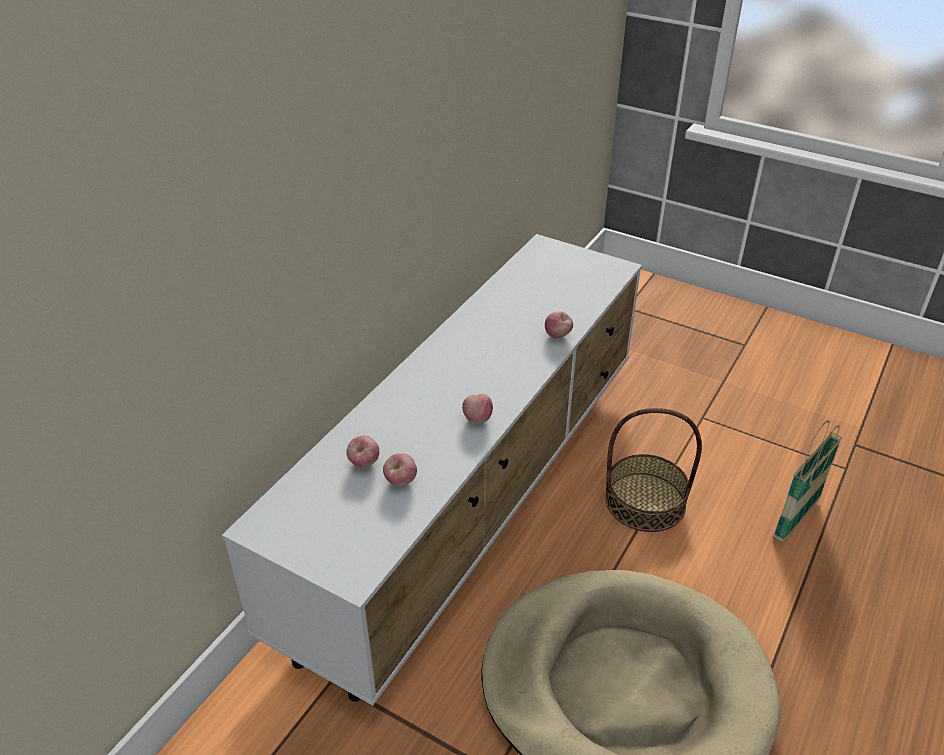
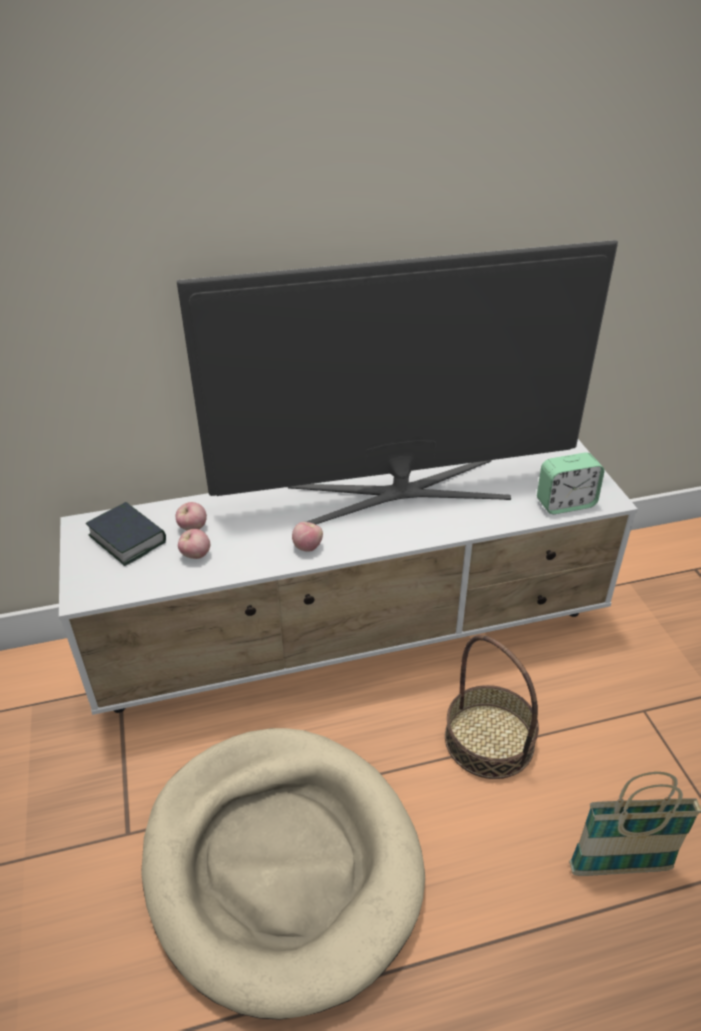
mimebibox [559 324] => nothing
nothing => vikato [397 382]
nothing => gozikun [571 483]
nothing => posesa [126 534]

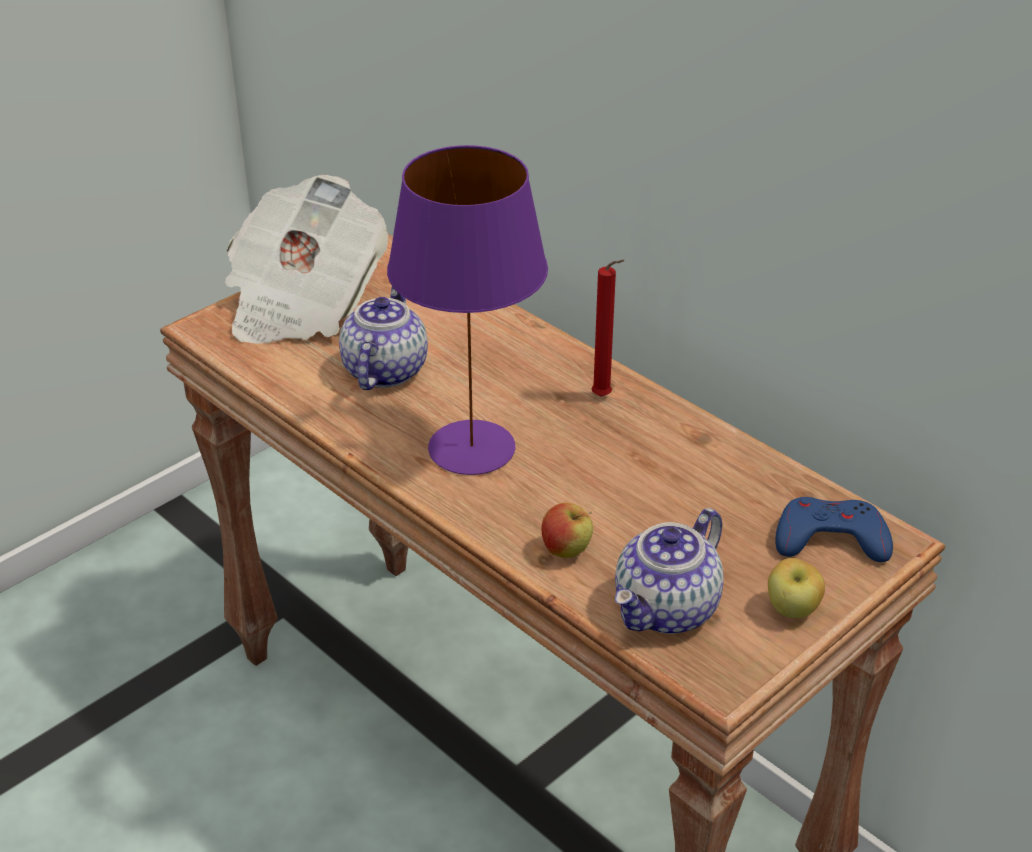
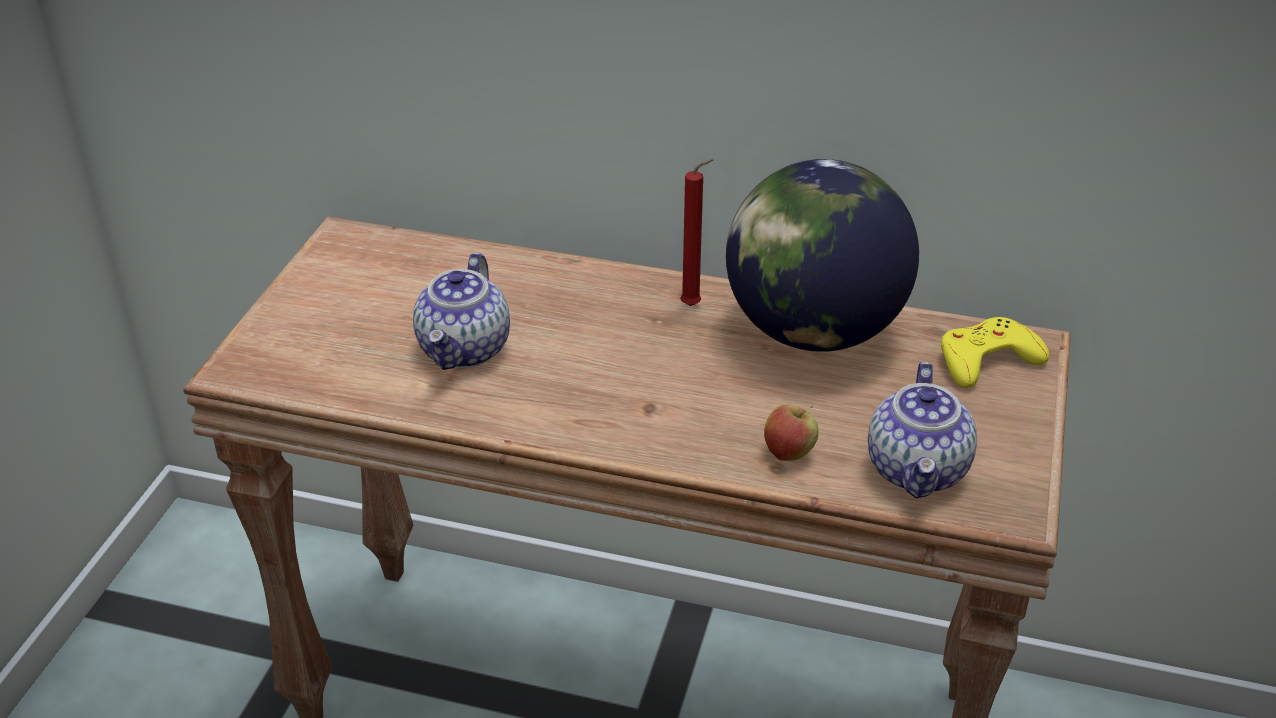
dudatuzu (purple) [467 310] => nothing
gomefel [306 259] => nothing
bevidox [383 338] => bevidox [461 311], 150 degrees counterclockwise
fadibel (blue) [834 529] => fadibel (yellow) [995 352]
mimebibox [796 588] => nothing
nothing => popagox [822 255]

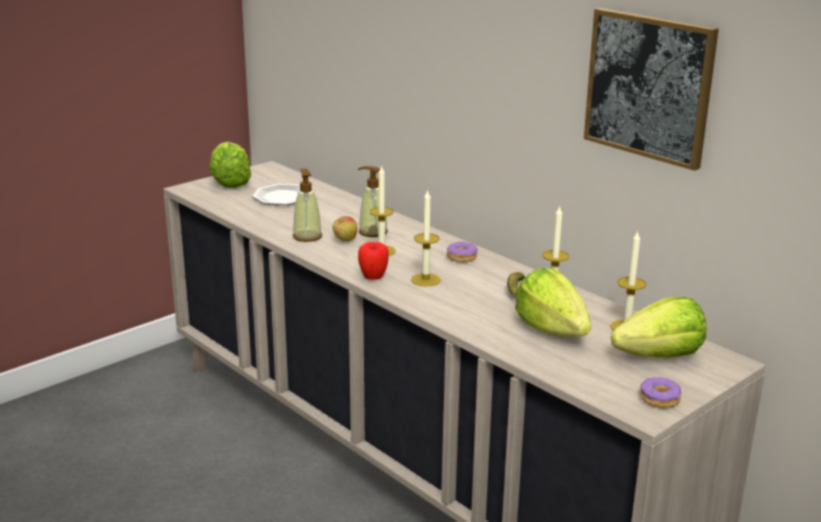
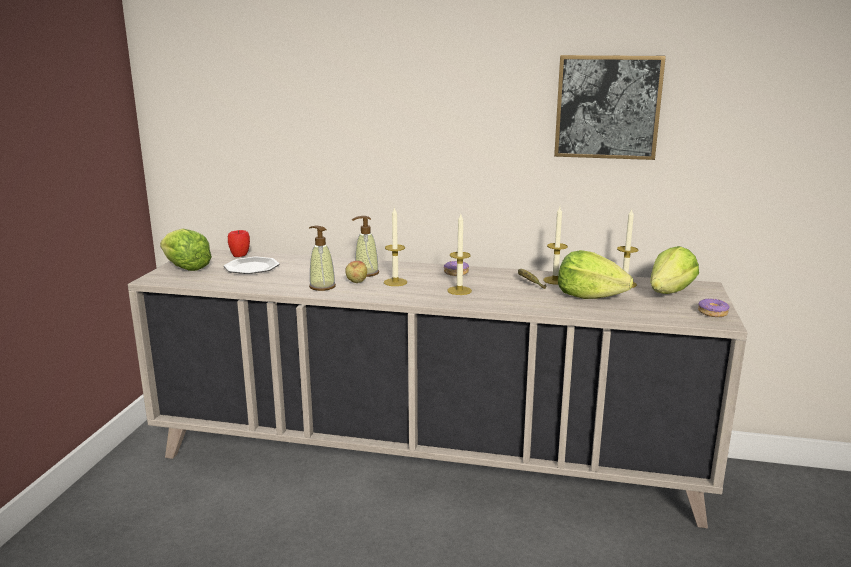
mimebibox [373 261] => mimebibox [239 243], moved

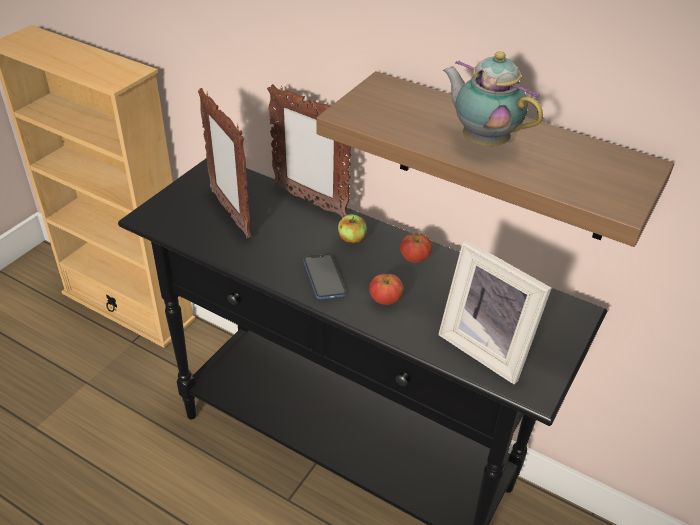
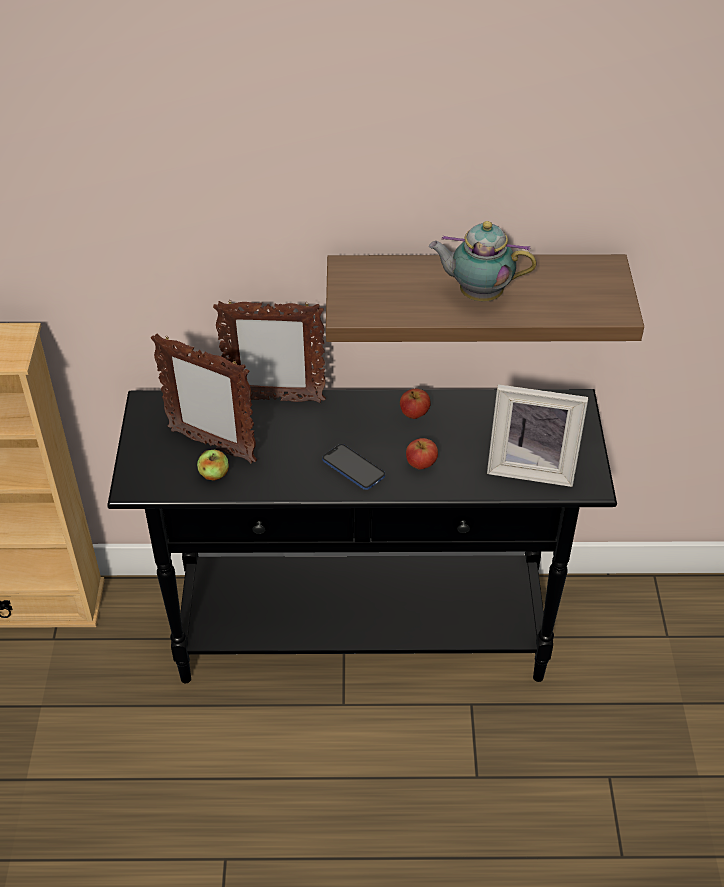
mimebibox [352 228] => mimebibox [213 465], moved

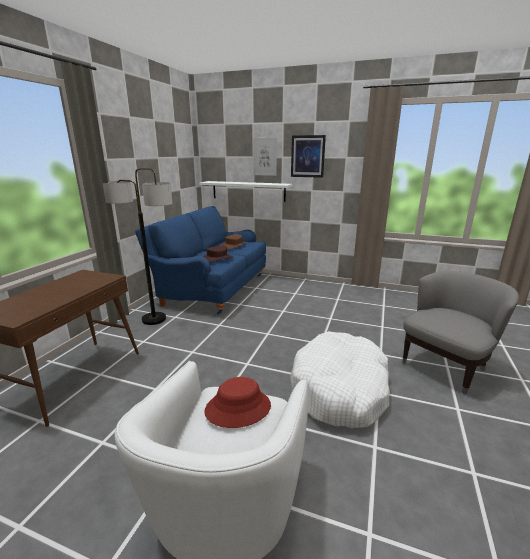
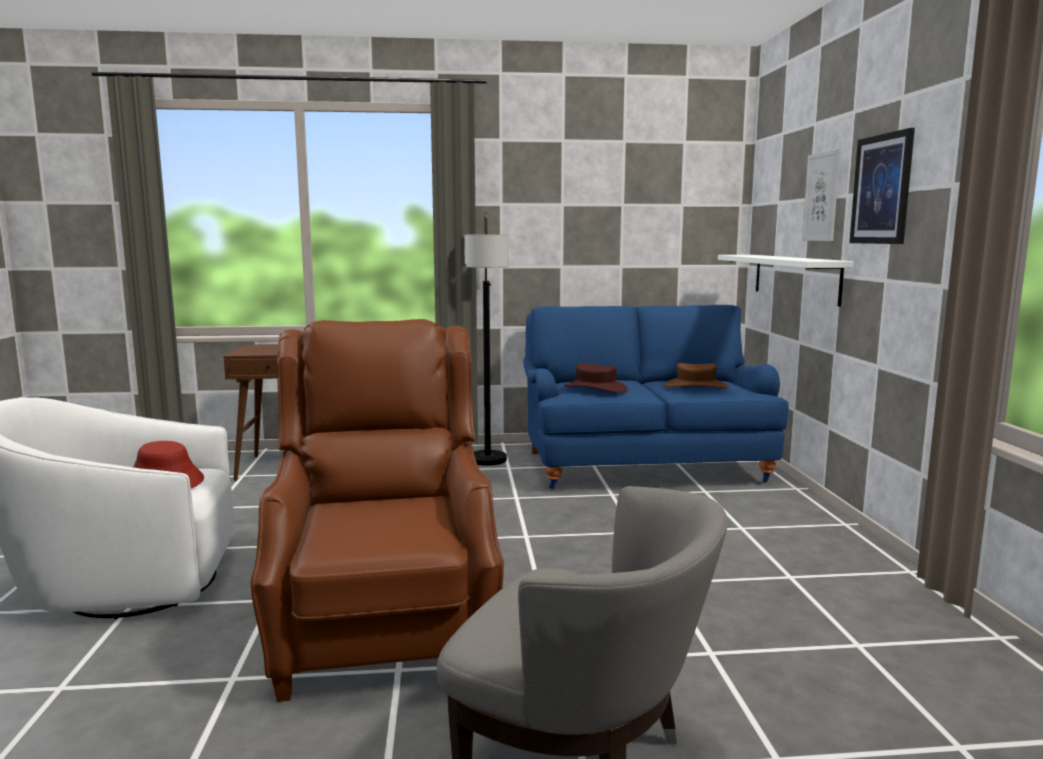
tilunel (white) [340 379] => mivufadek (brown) [377 510]

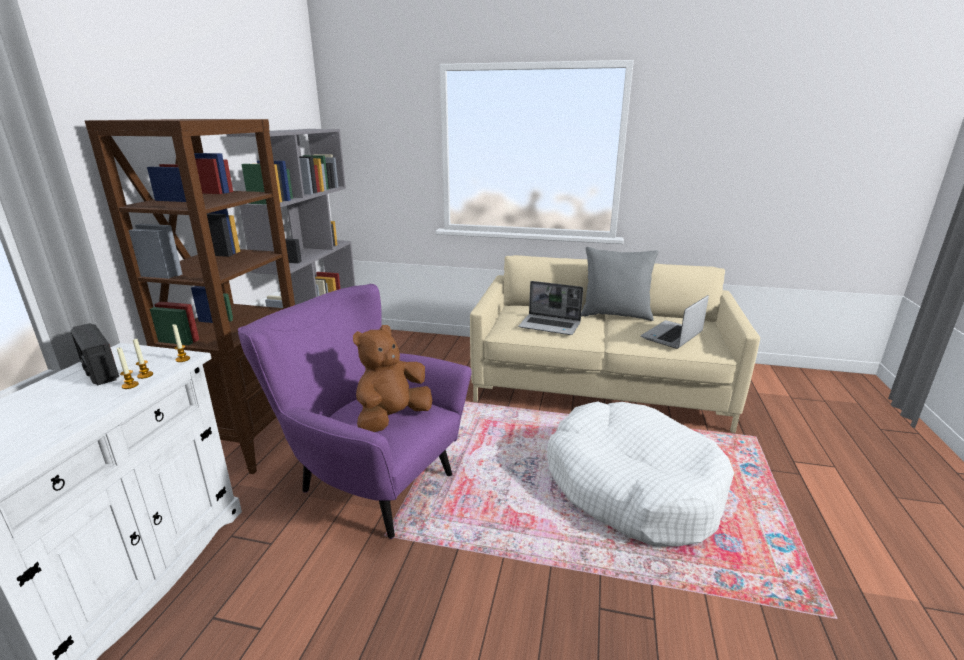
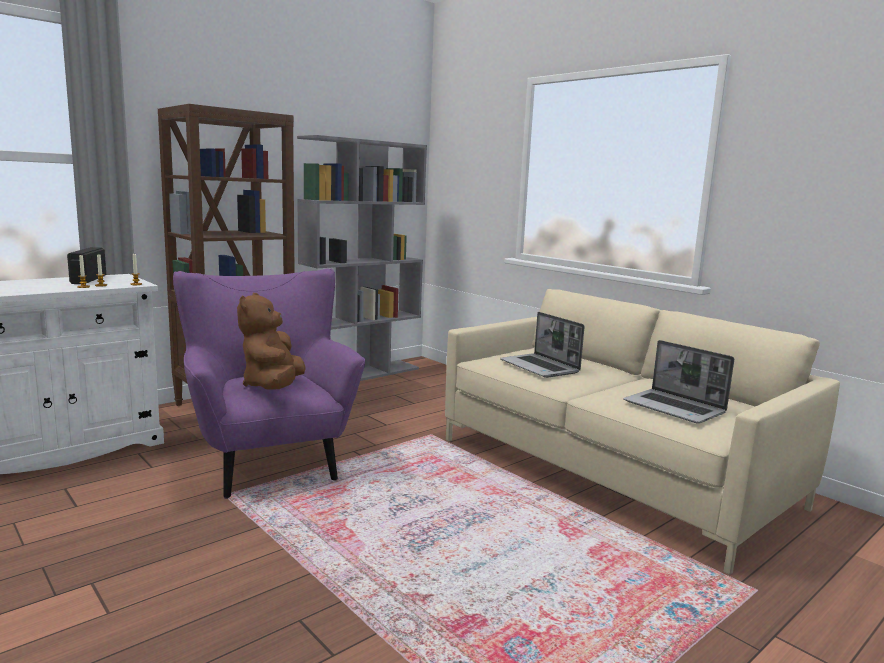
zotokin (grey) [620 284] => nothing
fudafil [675 322] => fudafil [678 382], 120 degrees counterclockwise
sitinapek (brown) [392 378] => sitinapek (brown) [271 341], 75 degrees counterclockwise
tilunel (white) [640 474] => nothing

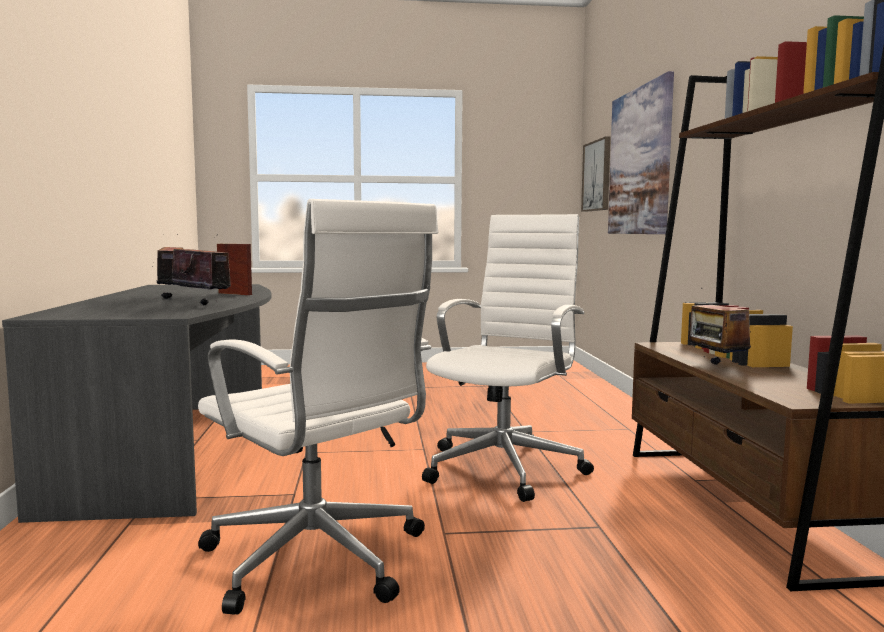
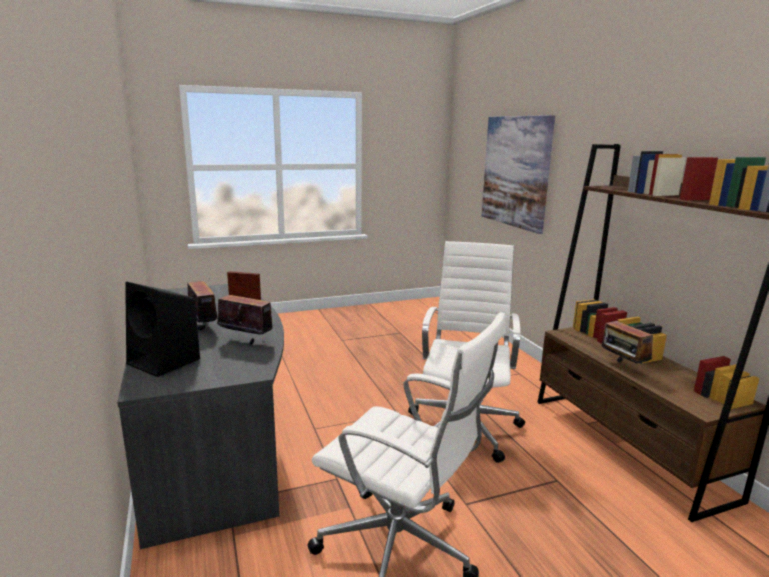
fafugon [596 174] => nothing
nothing => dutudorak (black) [162 329]

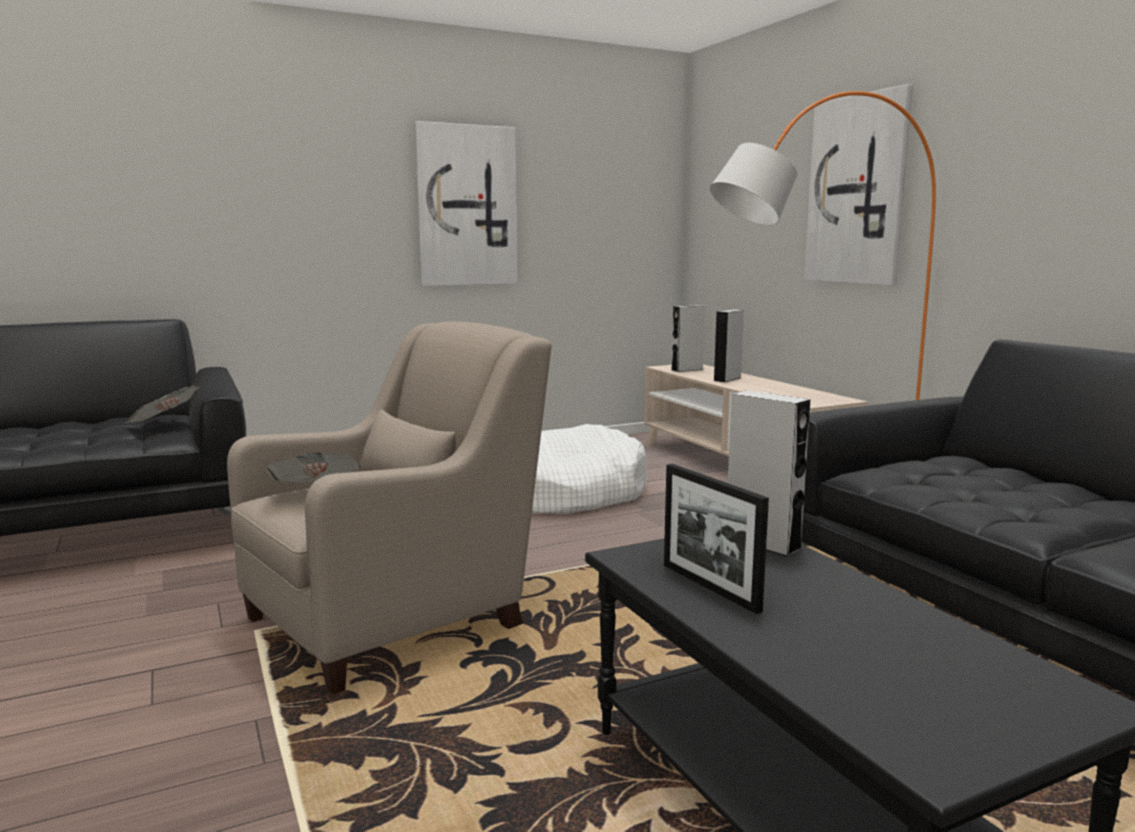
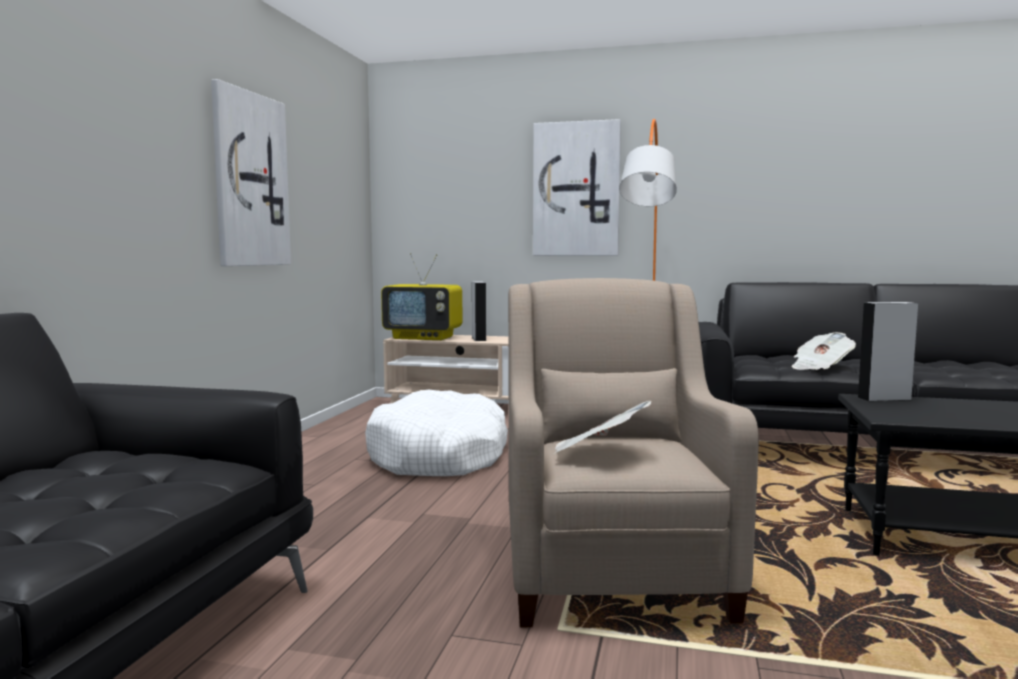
dutudorak (grey) [688 338] => vikato [421 296]
gomefel [162 404] => gomefel [824 351], moved
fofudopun [716 539] => nothing

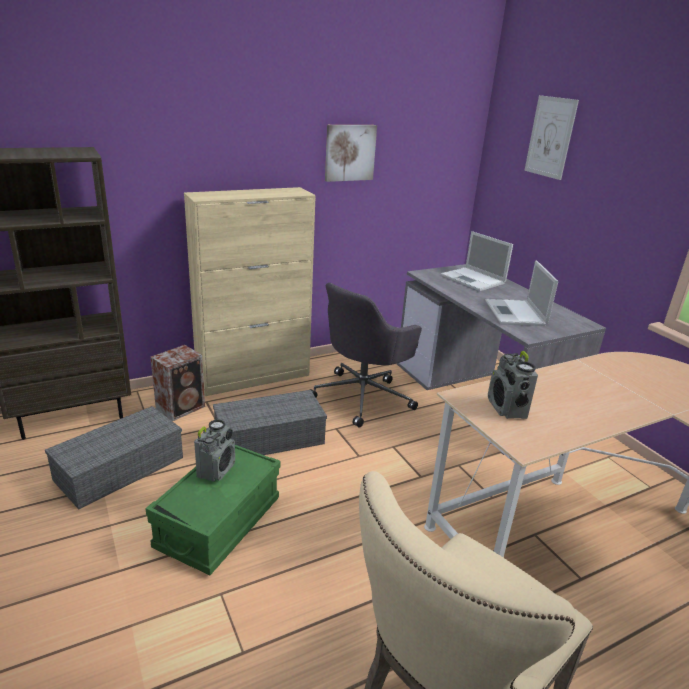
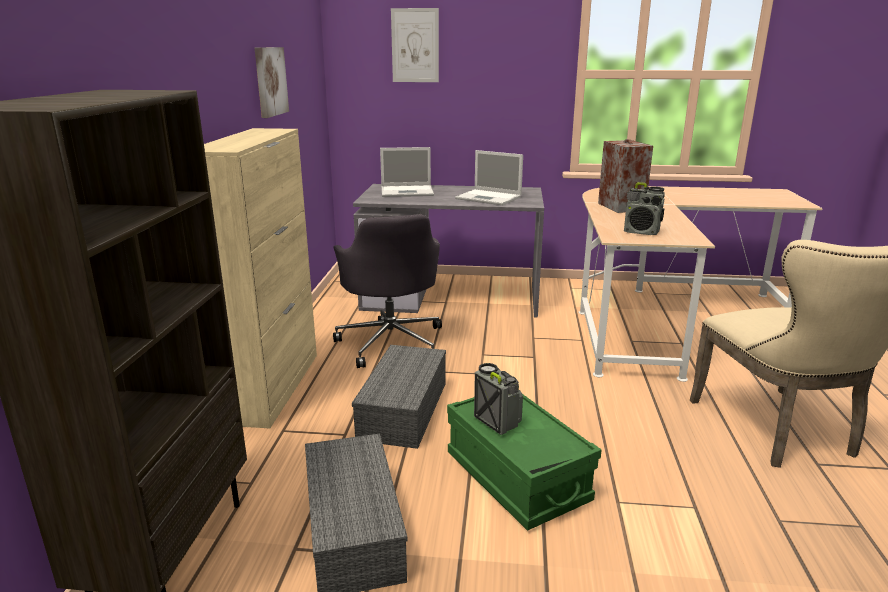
dutudorak [177 383] => dutudorak [625 176], moved

